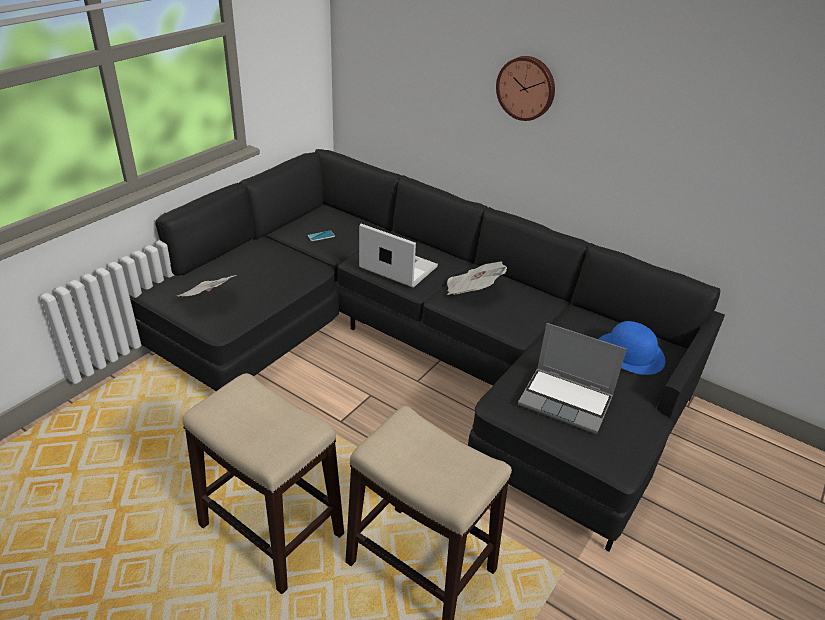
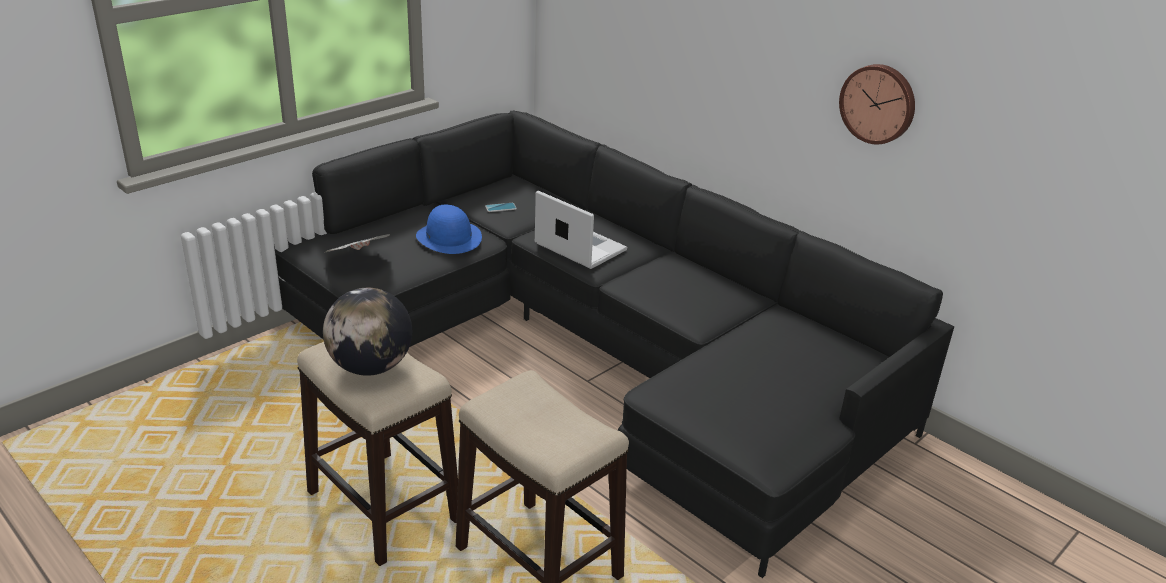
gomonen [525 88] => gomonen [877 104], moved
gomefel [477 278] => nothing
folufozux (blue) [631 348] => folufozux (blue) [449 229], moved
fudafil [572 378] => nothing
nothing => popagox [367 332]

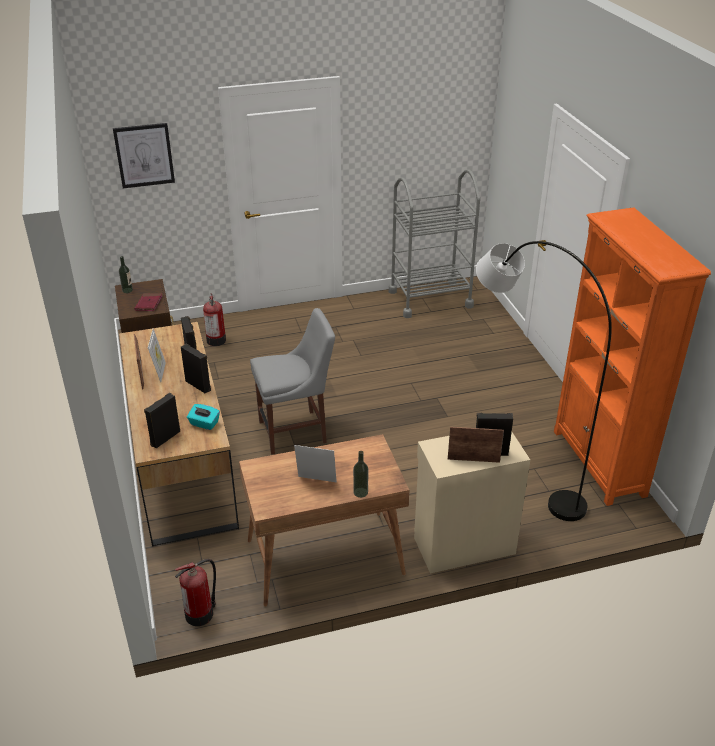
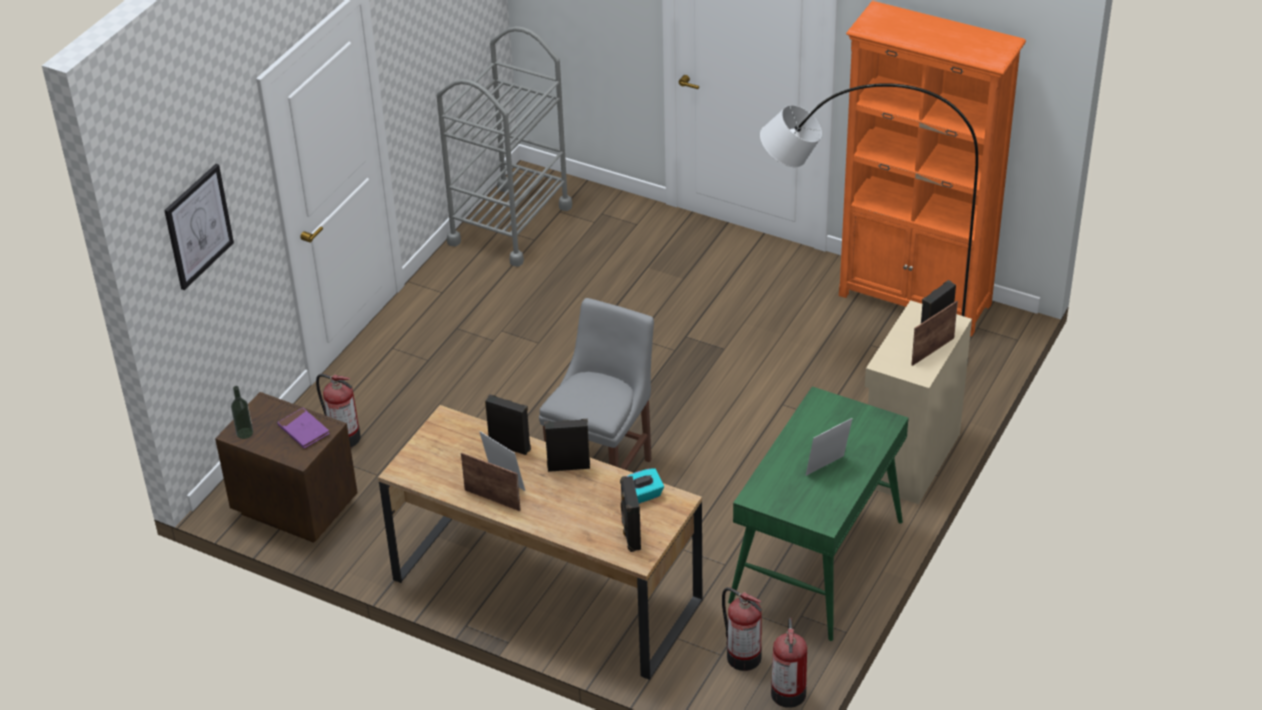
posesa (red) [148 302] => posesa (purple) [303 428]
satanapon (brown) [324 520] => satanapon (green) [818 513]
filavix [360 474] => nothing
nothing => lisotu [742 629]

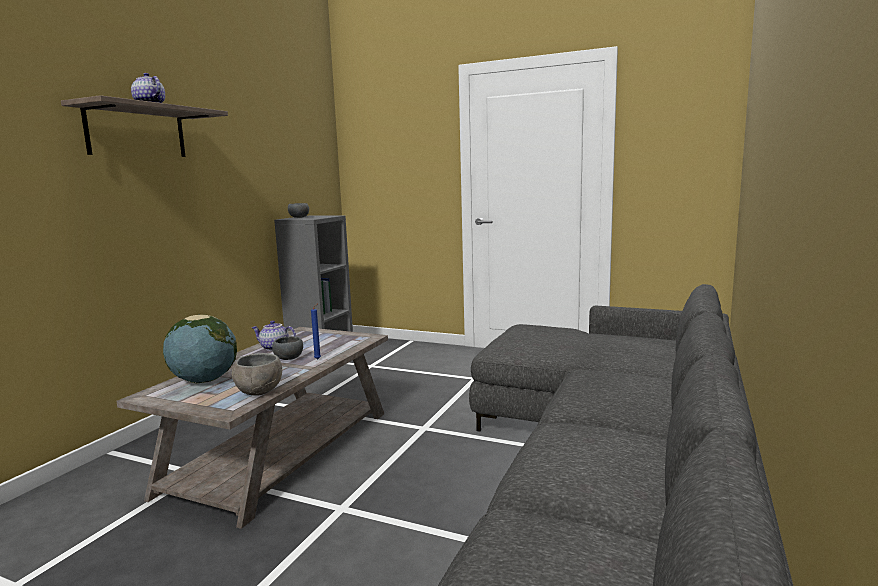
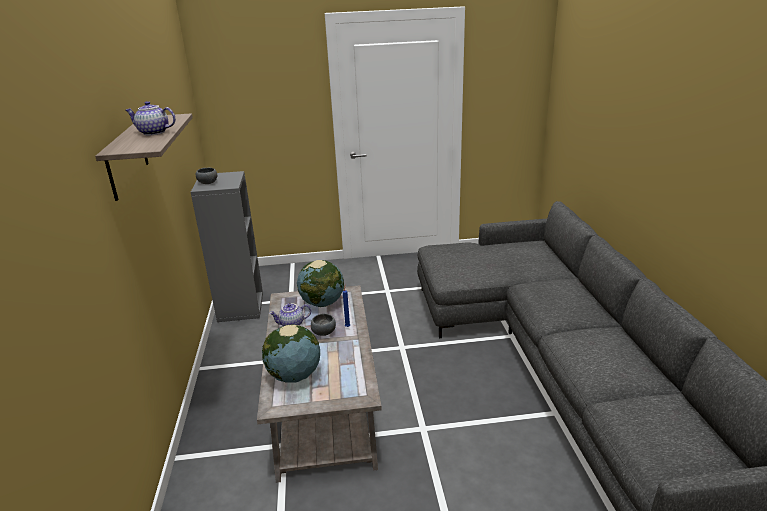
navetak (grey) [257 374] => nothing
nothing => popagox [320 283]

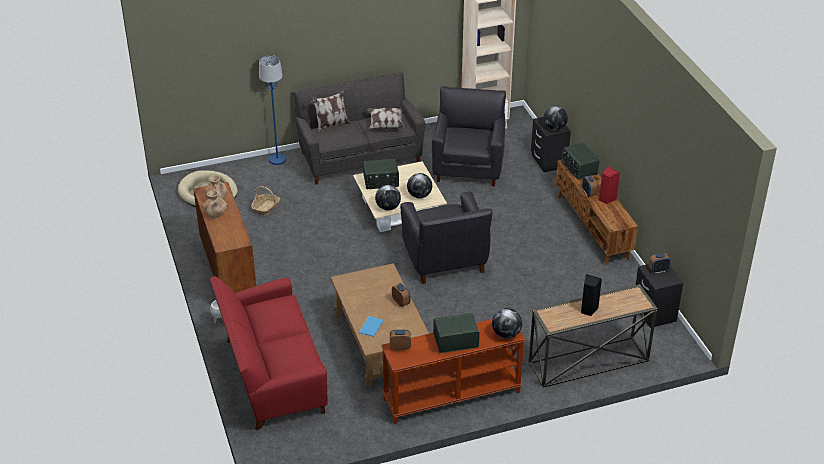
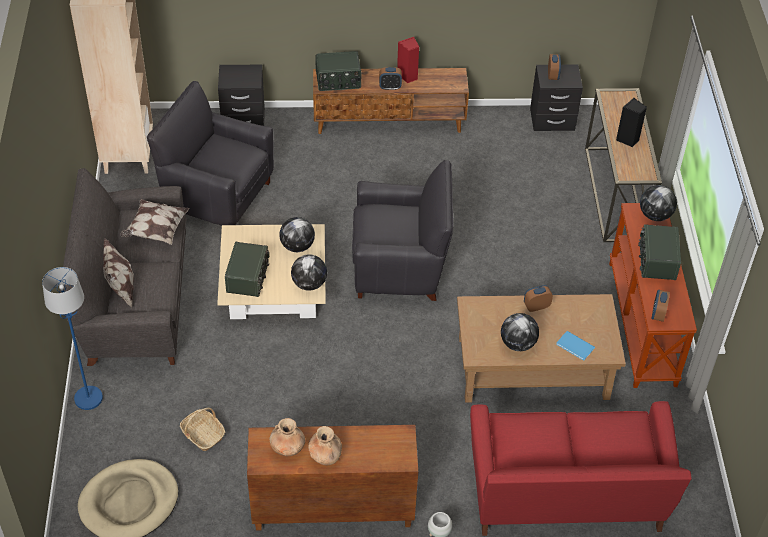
popagox [555 118] => popagox [520 332], moved

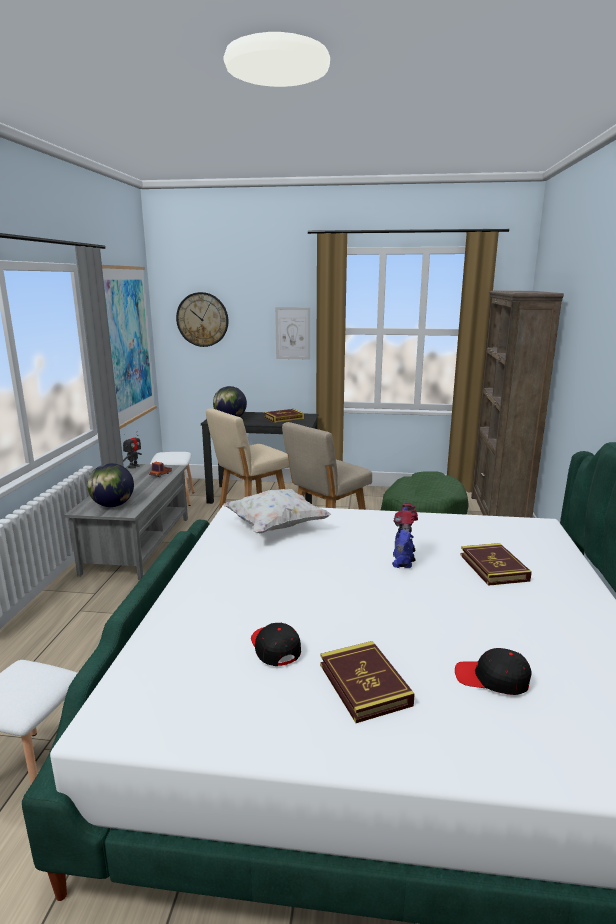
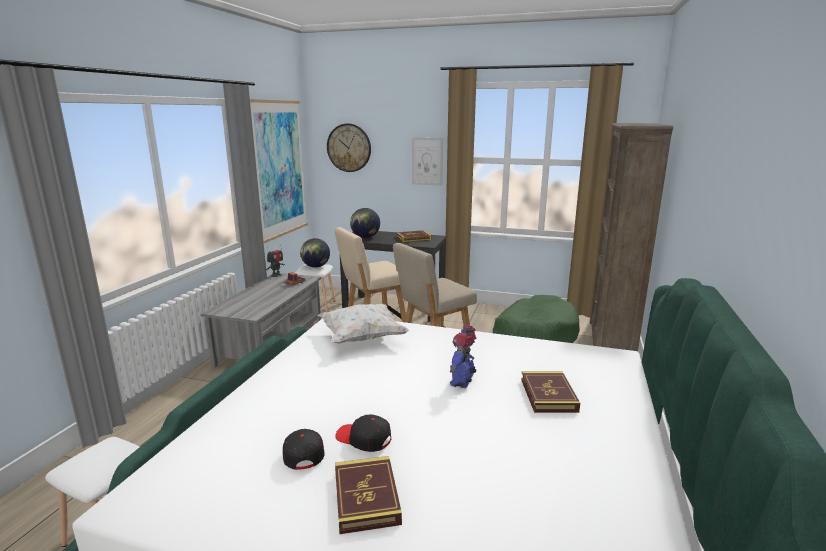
popagox [110 485] => popagox [315 253], moved
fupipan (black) [493 671] => fupipan (black) [363 433], moved

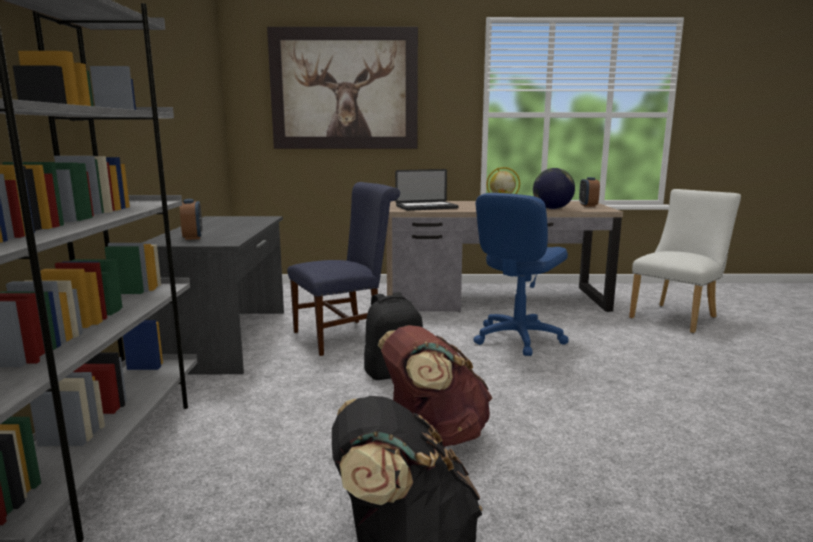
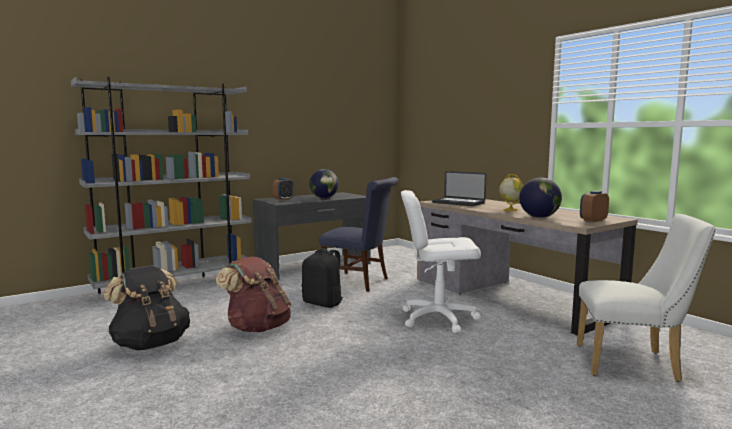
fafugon [342 88] => nothing
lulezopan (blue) [520 274] => lulezopan (white) [441 261]
nothing => popagox [324 183]

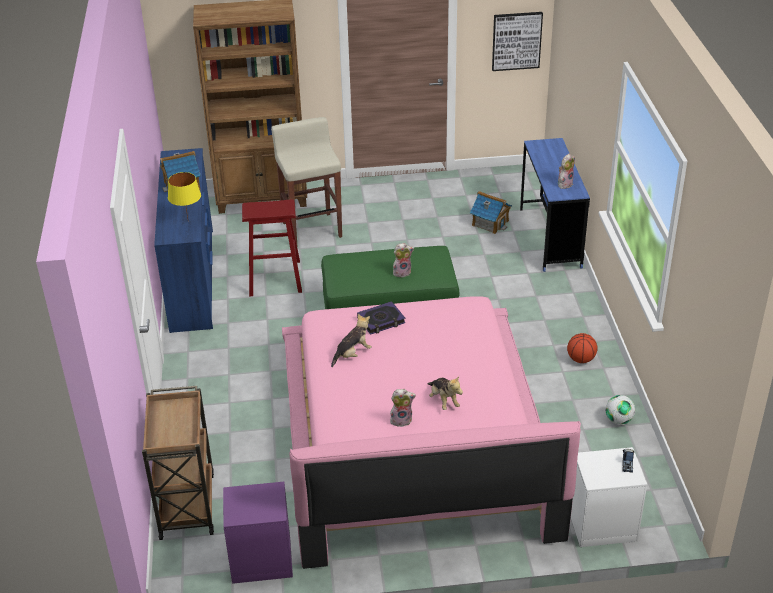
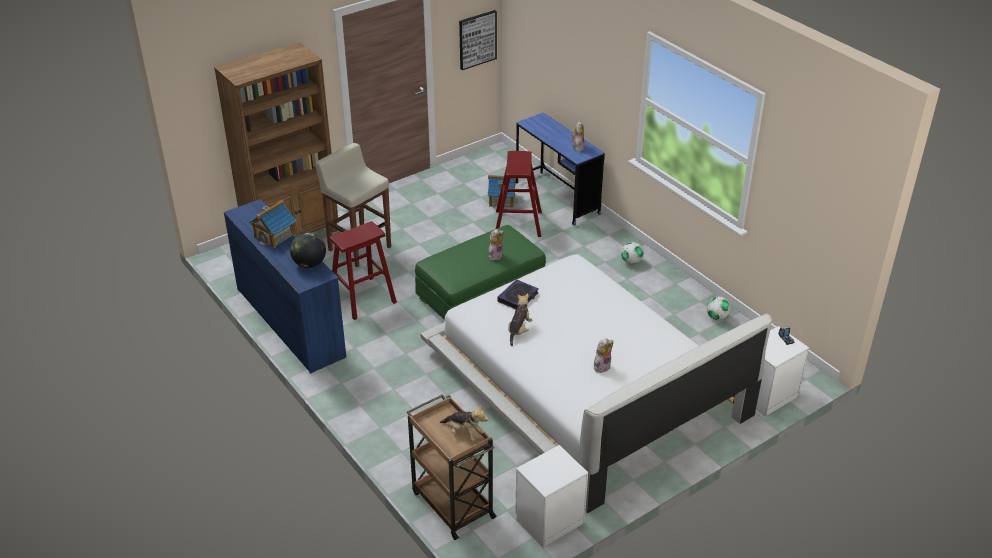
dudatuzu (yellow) [184 195] => popagox [308 250]
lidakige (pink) [431 432] => lidakige (white) [596 383]
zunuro [582 348] => nothing
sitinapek [445 393] => sitinapek [464 422], moved
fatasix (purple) [258 533] => fatasix (white) [552 496]
nothing => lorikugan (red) [519 194]
nothing => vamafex [632 253]

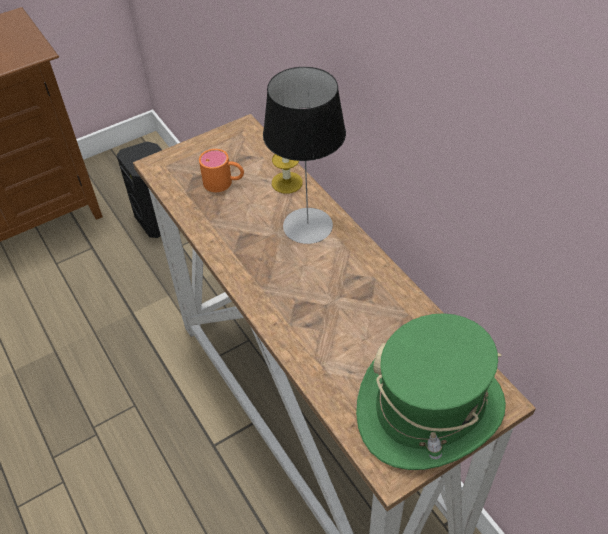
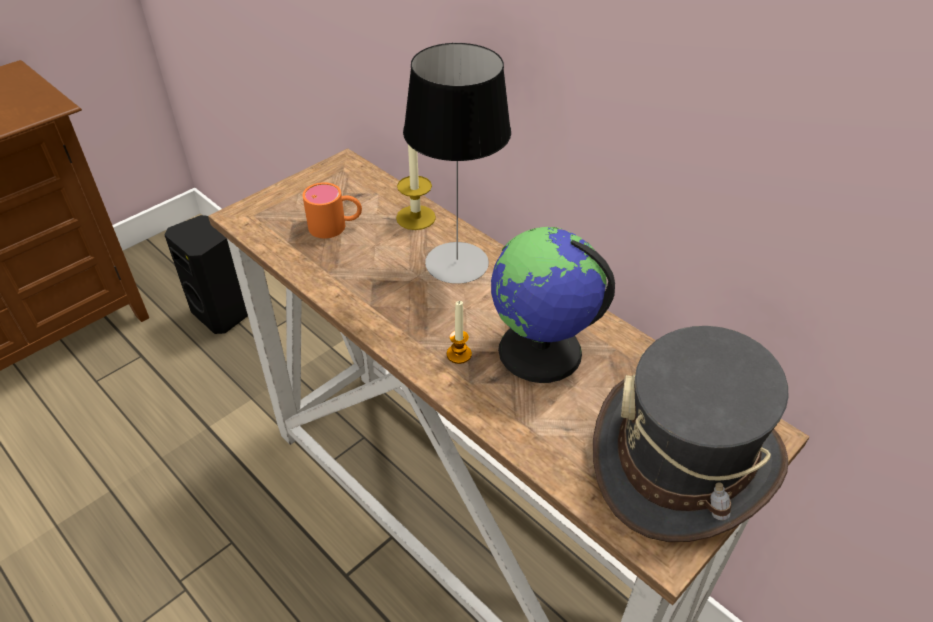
folufozux (green) [431 391] => folufozux (grey) [691 434]
nothing => popagox [553 305]
nothing => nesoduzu [459 332]

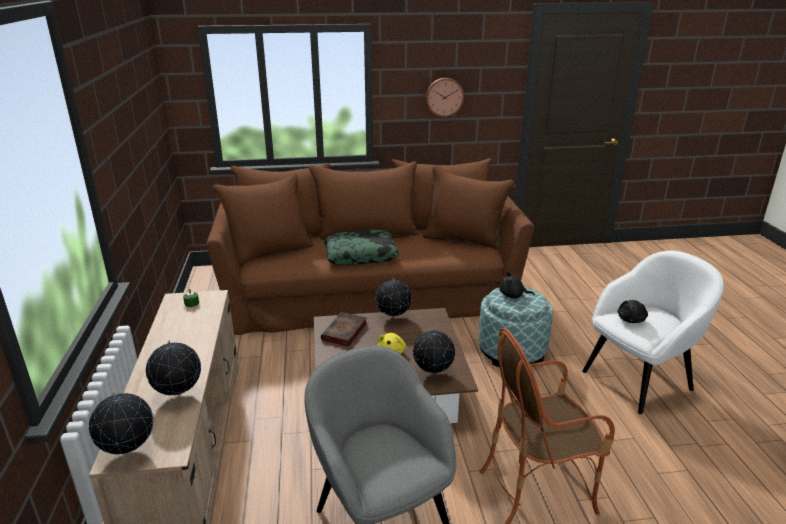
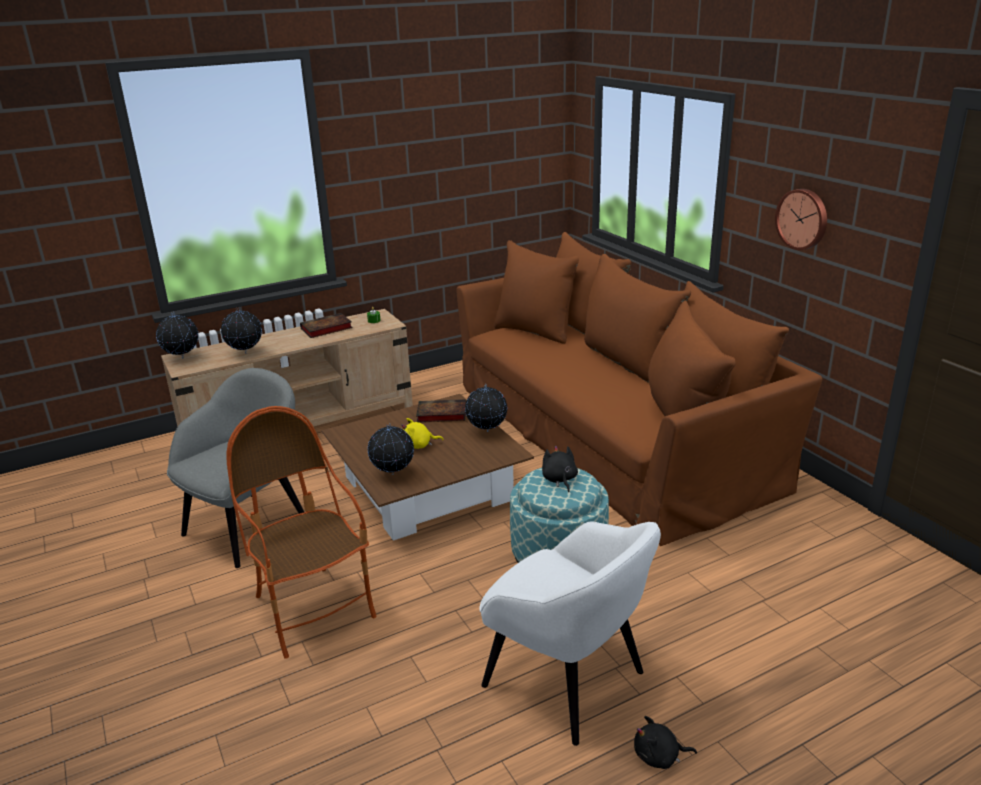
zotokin [361 247] => nothing
sitinapek (black) [632 311] => sitinapek (black) [665 742], moved
nothing => posesa [326 325]

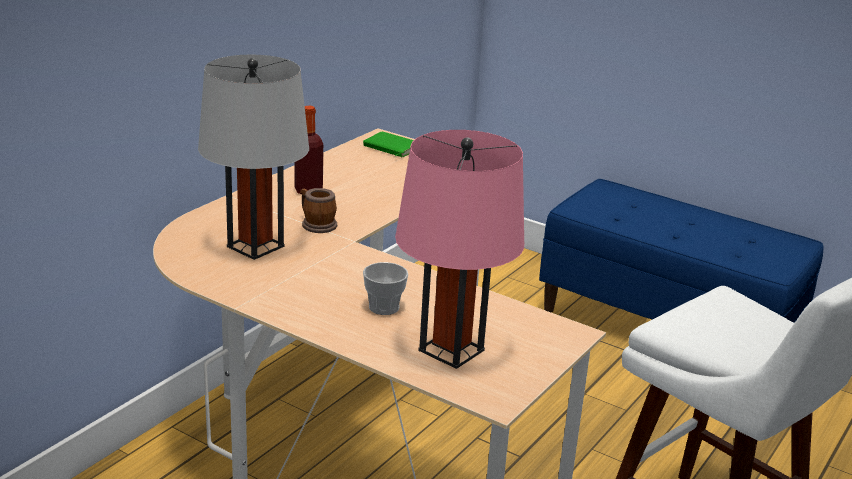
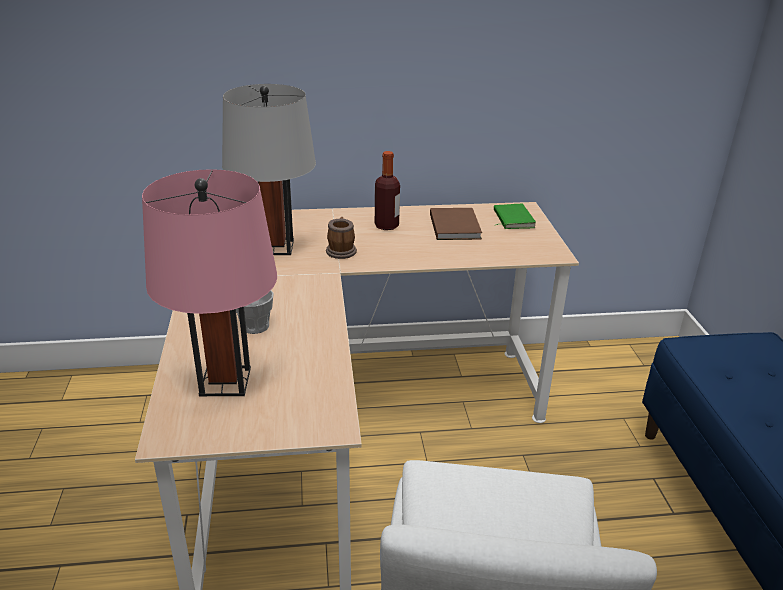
nothing => posesa (brown) [456 224]

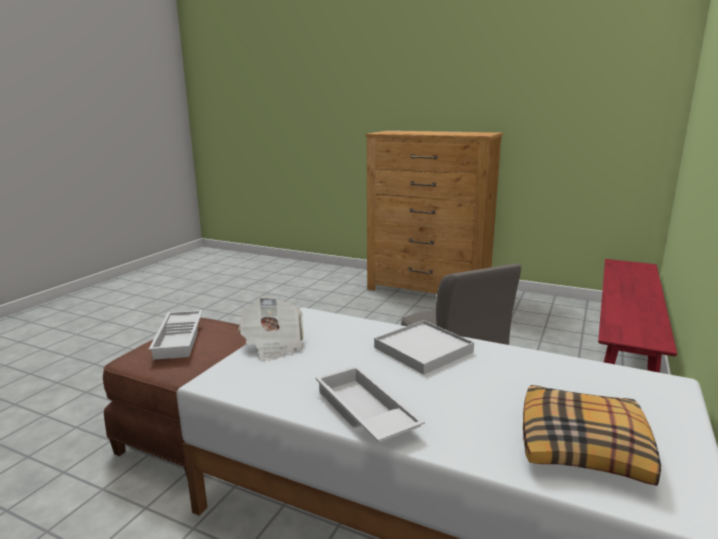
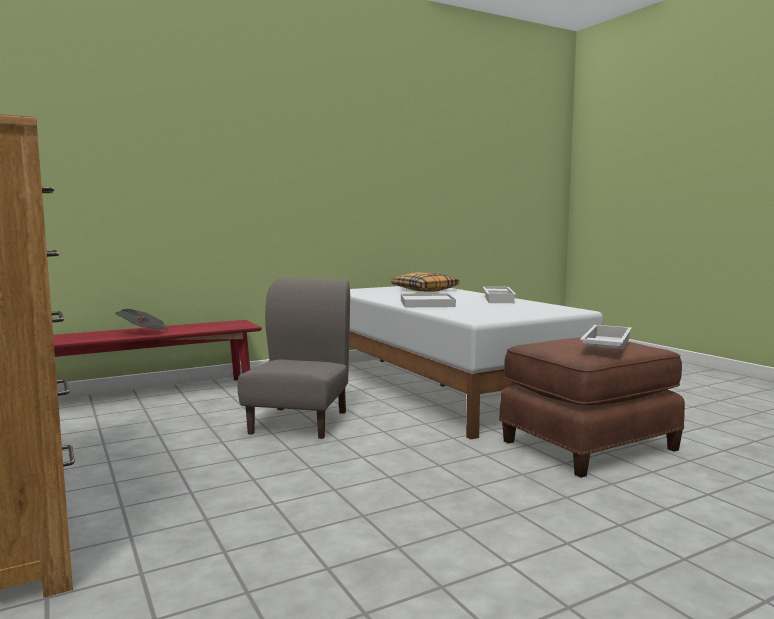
gomefel [271 328] => gomefel [141 319], moved

